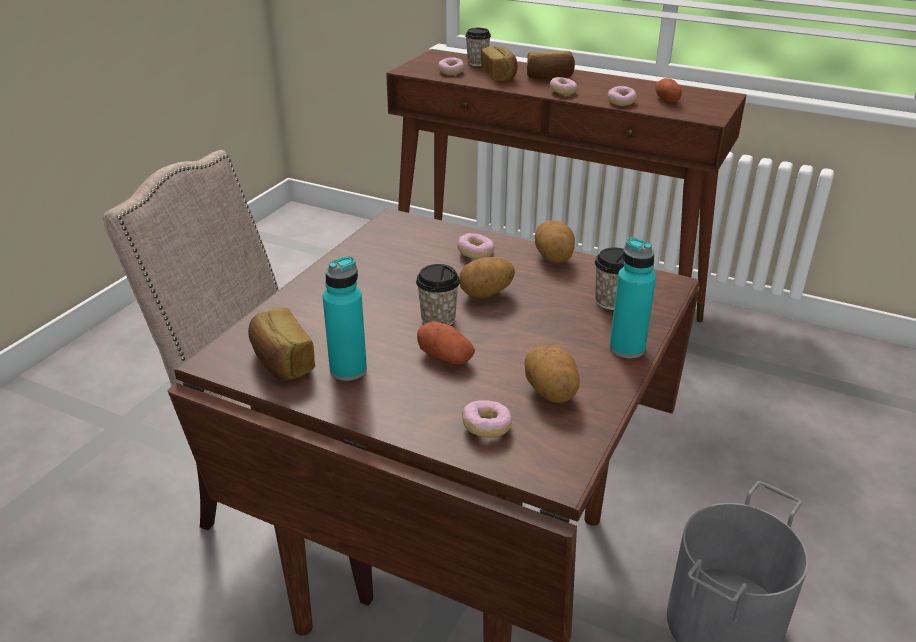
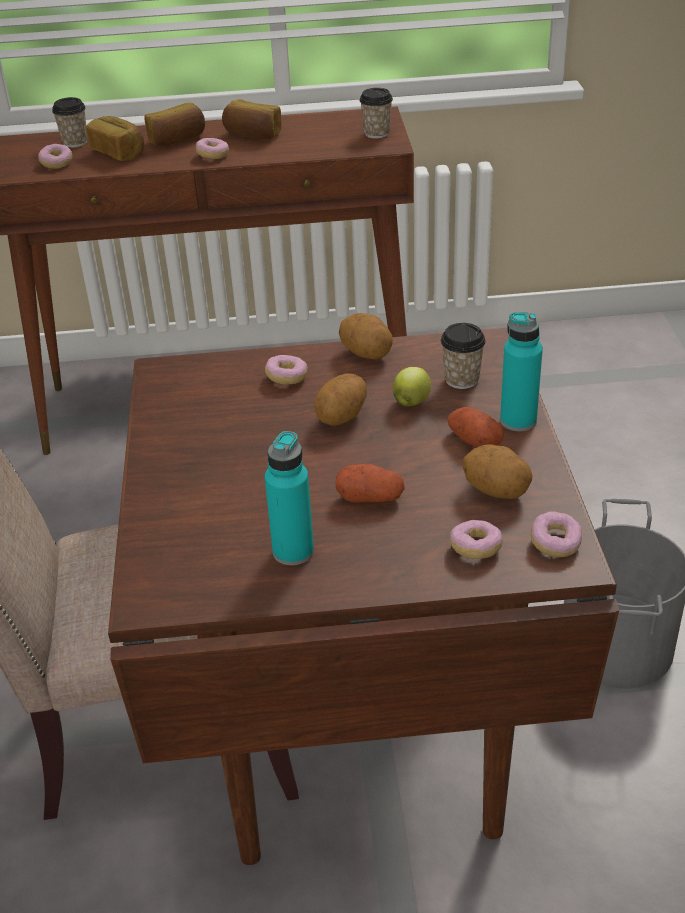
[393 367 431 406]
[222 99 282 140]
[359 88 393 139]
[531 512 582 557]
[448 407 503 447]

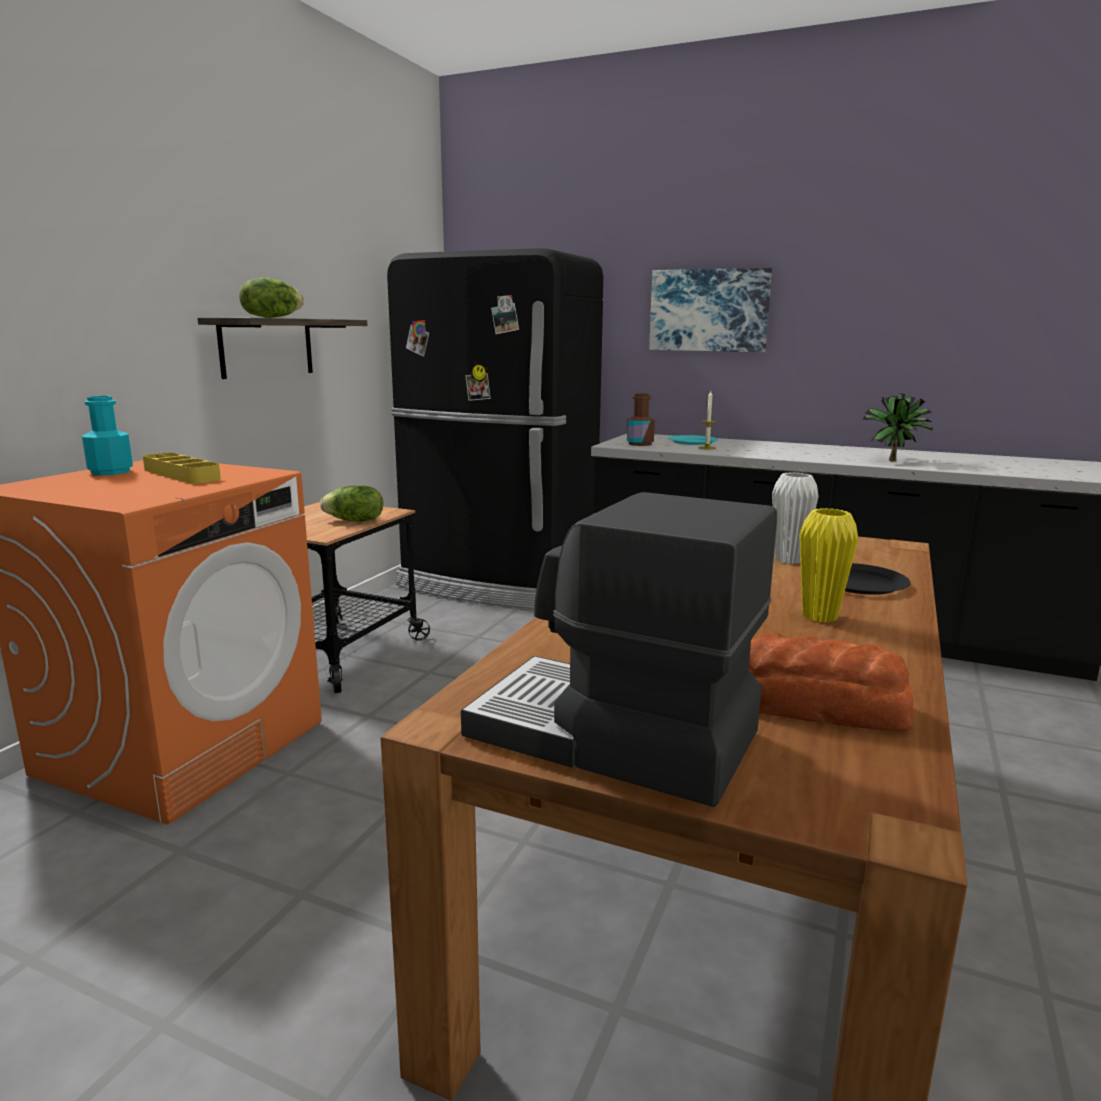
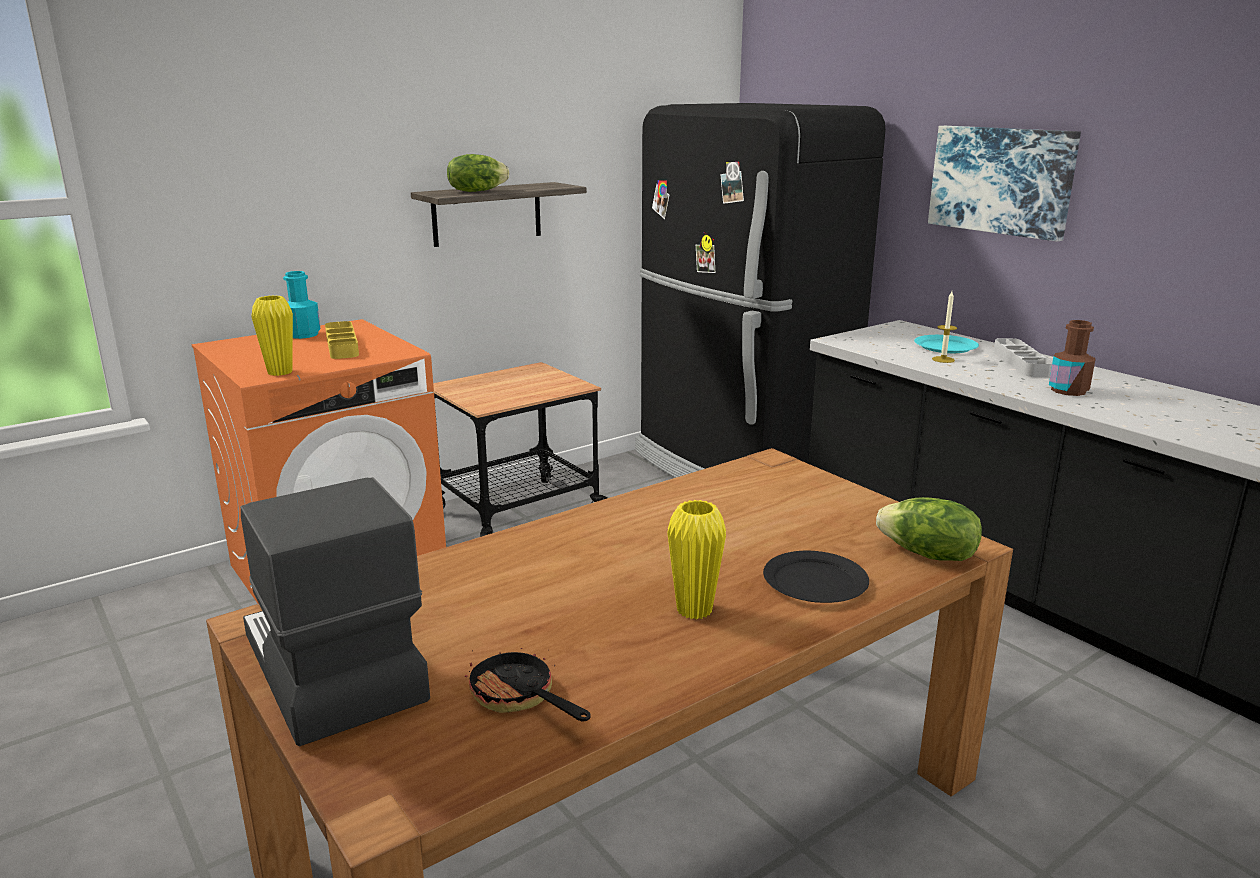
[772 472 819 564] (first image)
[863 393 933 462] (first image)
[251 295 293 376]
[994 338 1052 377]
[876 497 982 561]
[1049 320 1096 396]
[465 648 591 721]

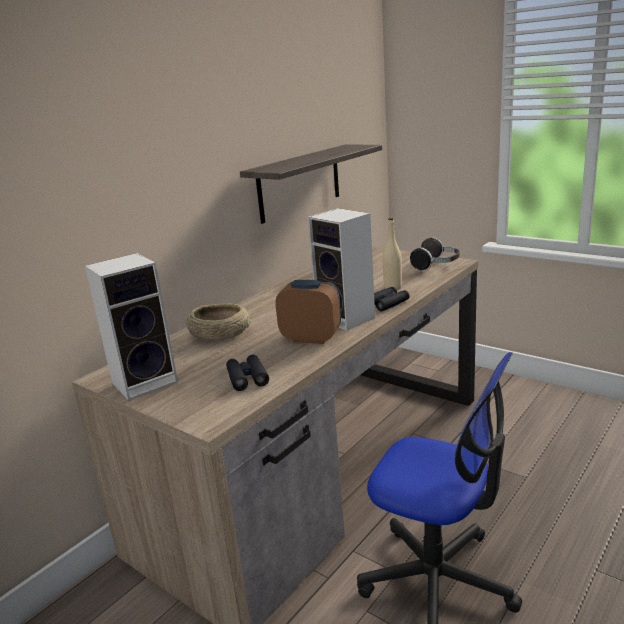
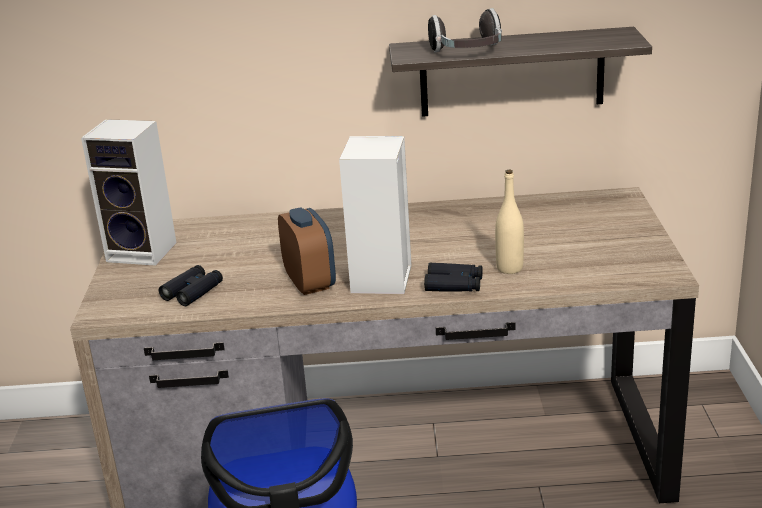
[186 304 252 340] (first image)
[428 8 502 52]

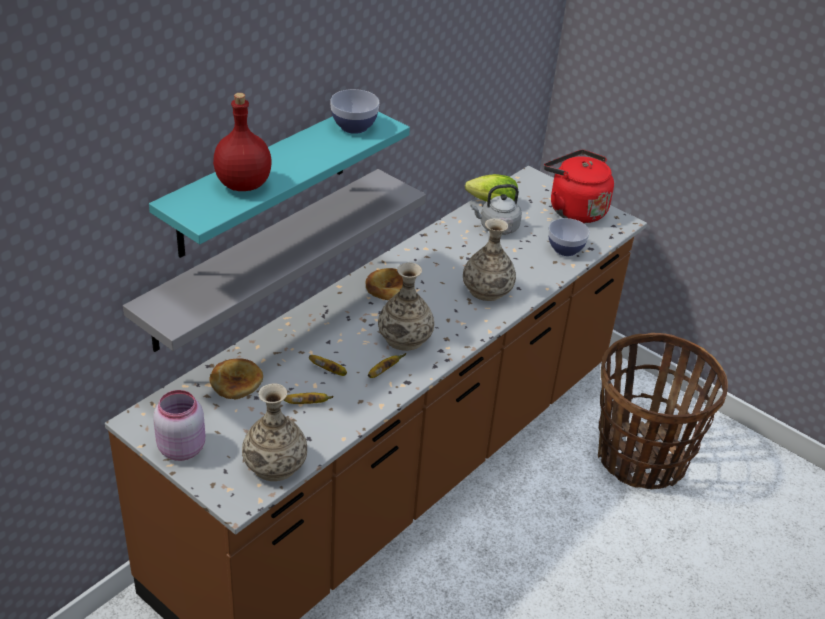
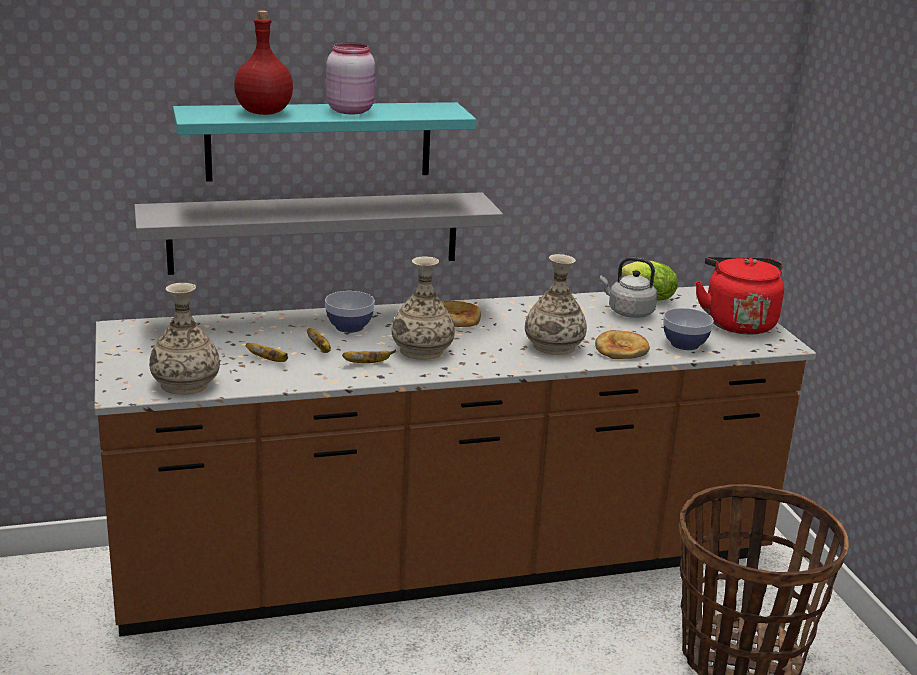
[326 42 375 114]
[595 330 650 359]
[325 291 375 333]

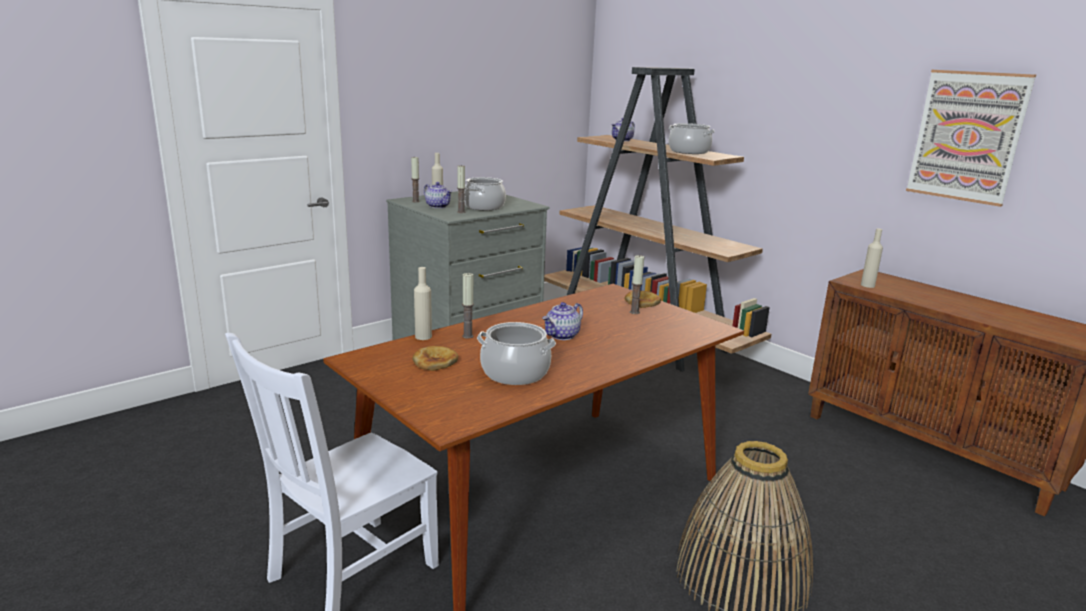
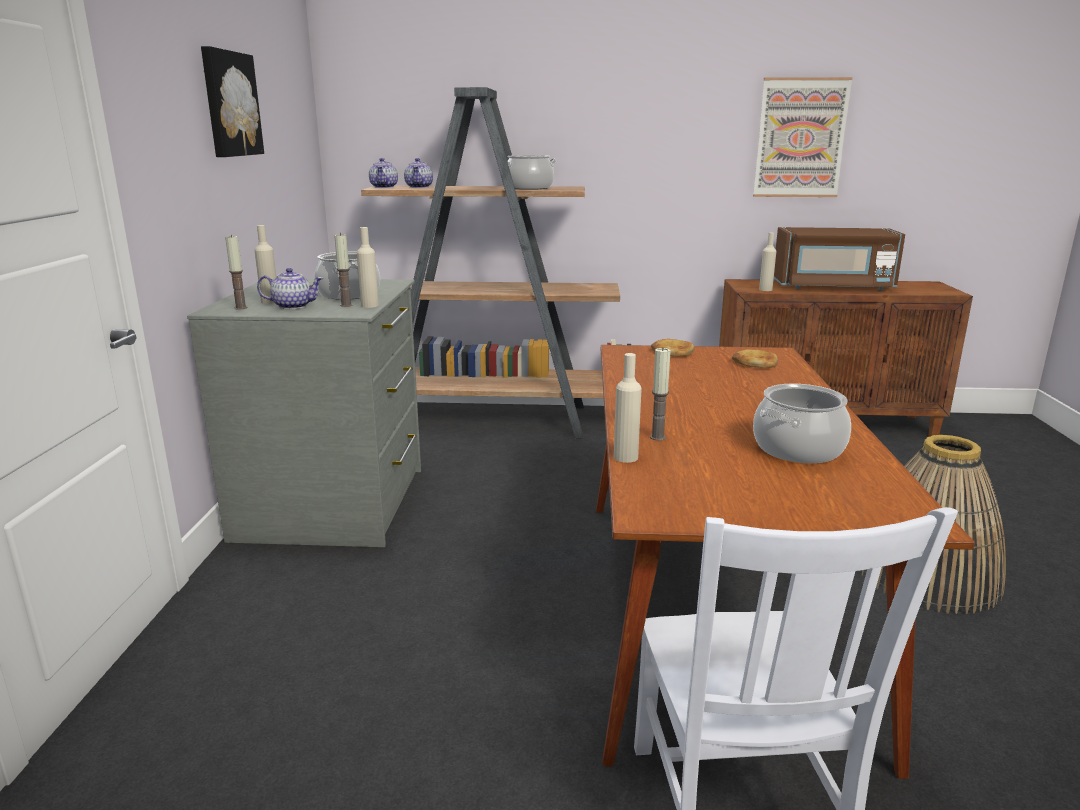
[630 255 644 314] (first image)
[201 46 264 157]
[357 227 379 308]
[774 227 905 290]
[732 349 778 368]
[369 158 398 188]

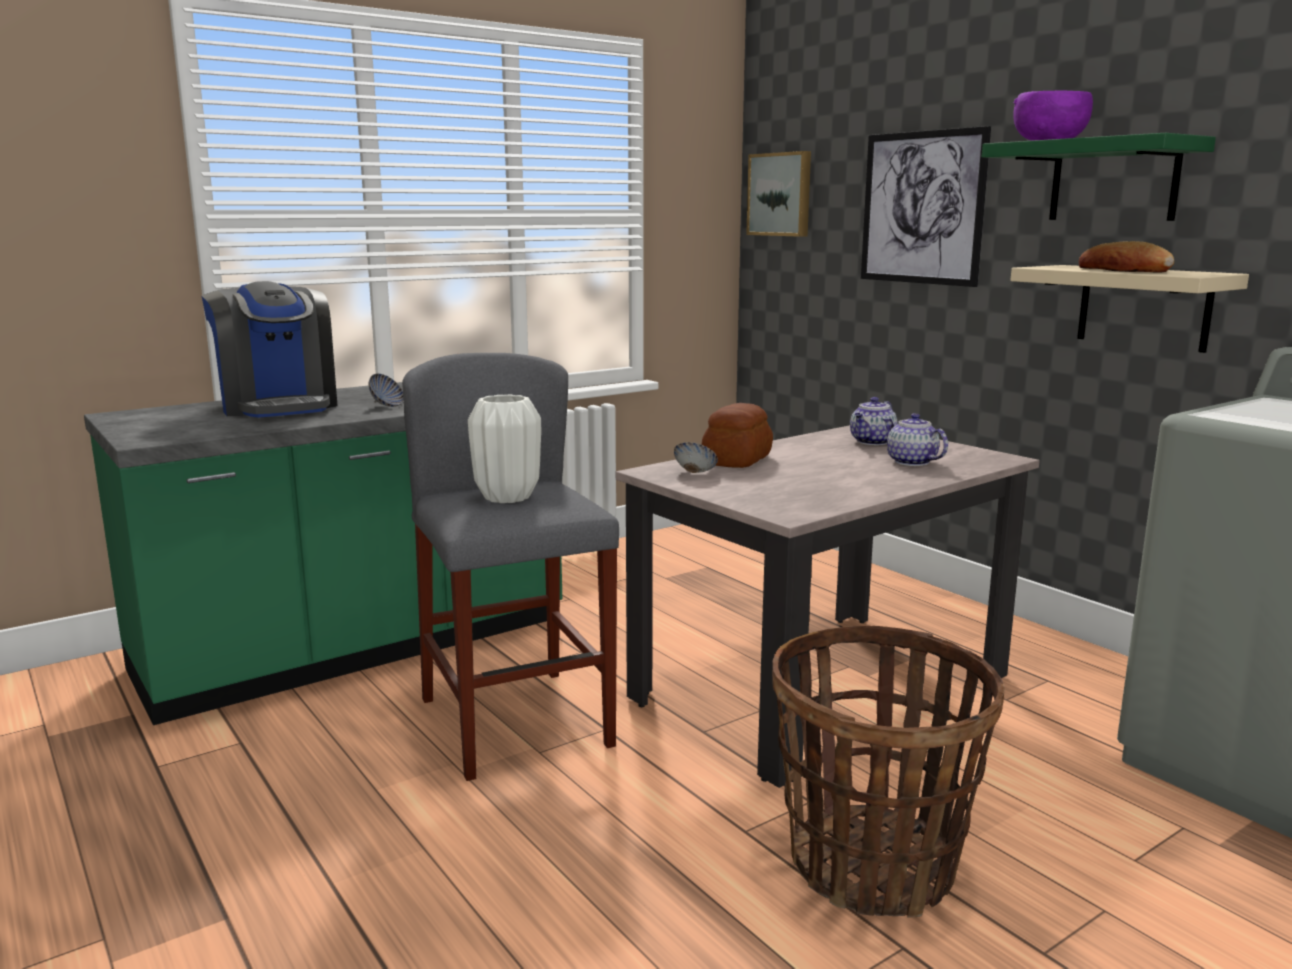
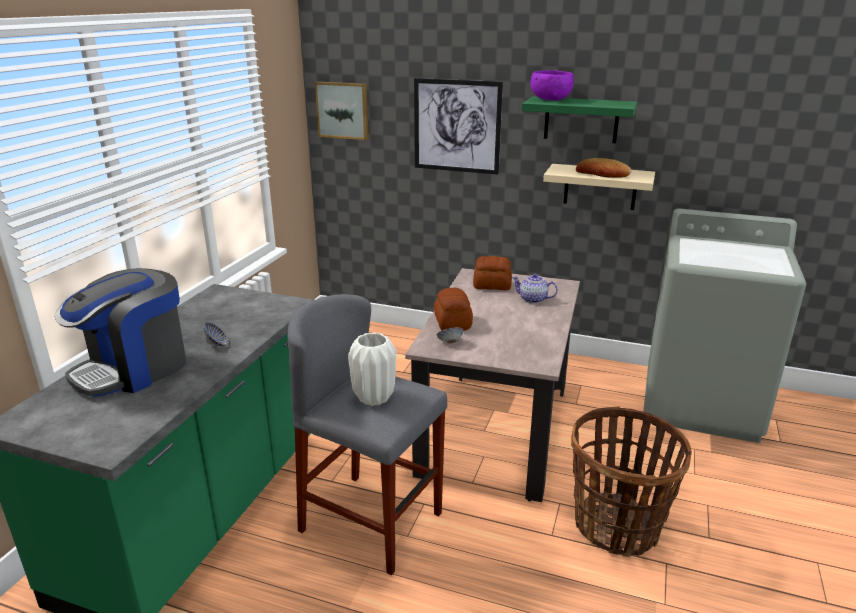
[473 256 512 290]
[55 268 186 397]

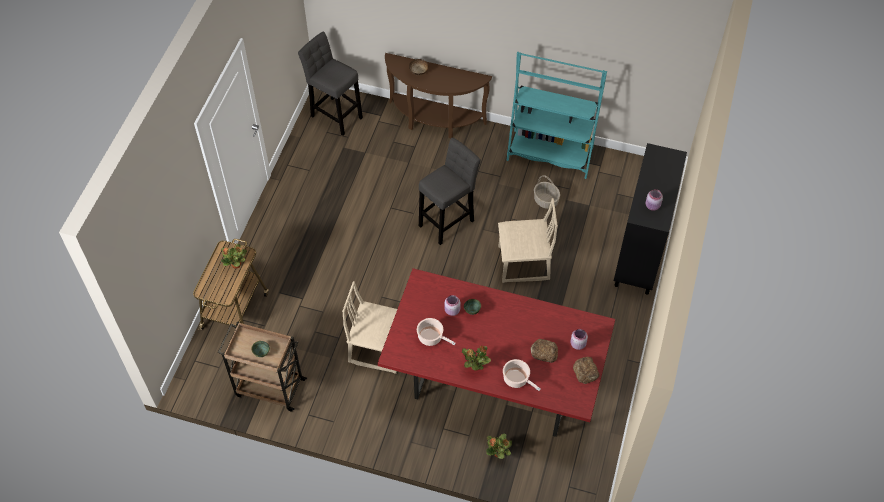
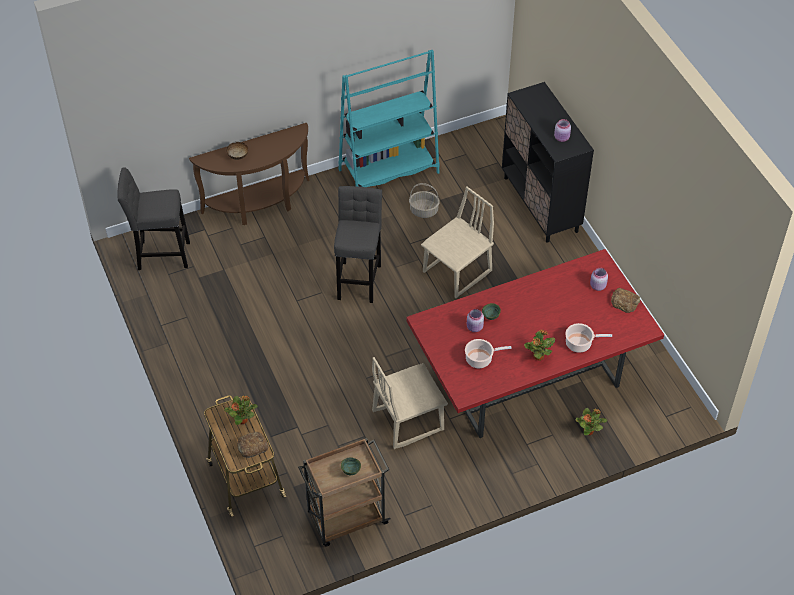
[237 432 269 458]

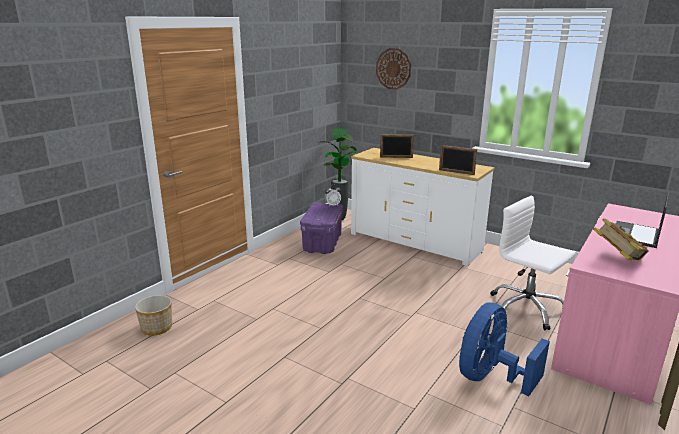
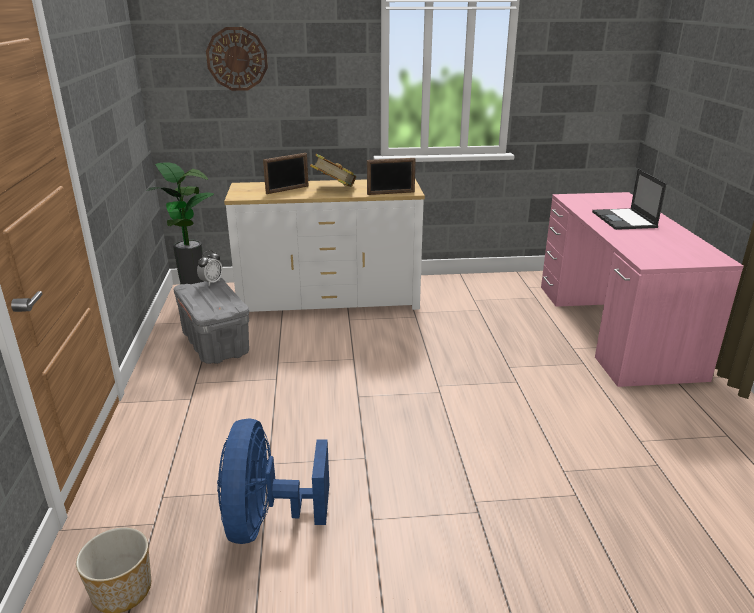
[490 196 576 330] (first image)
[217 419 329 544]
[310 153 356 187]
[174 278 249 364]

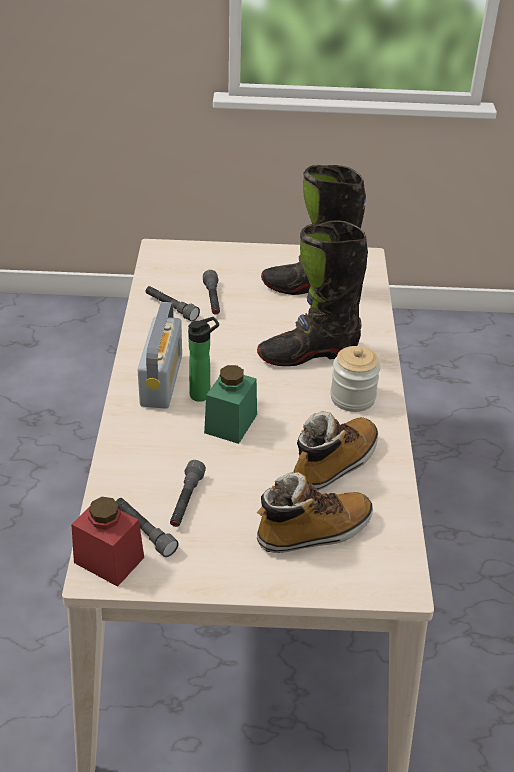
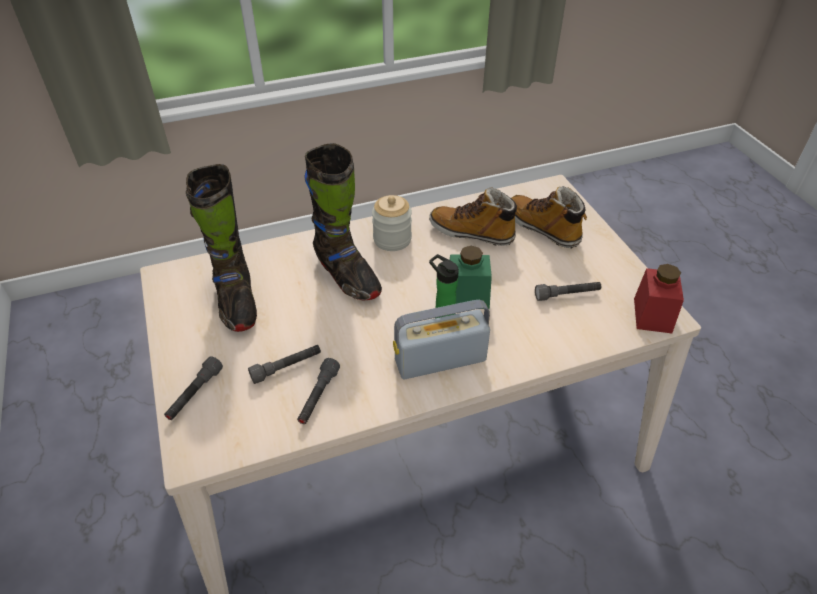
[164 356 223 420]

